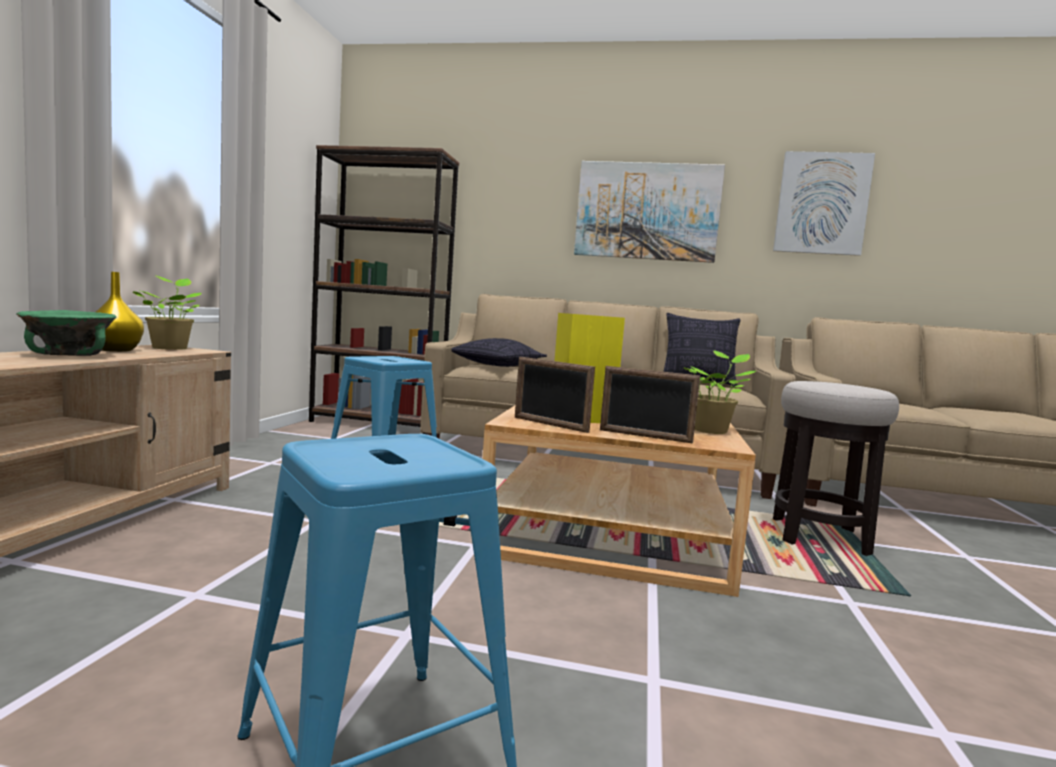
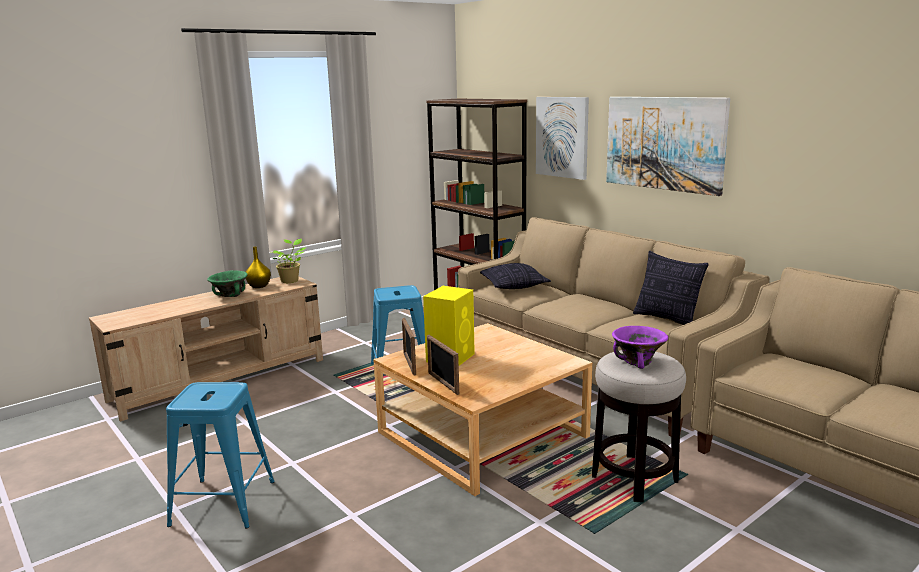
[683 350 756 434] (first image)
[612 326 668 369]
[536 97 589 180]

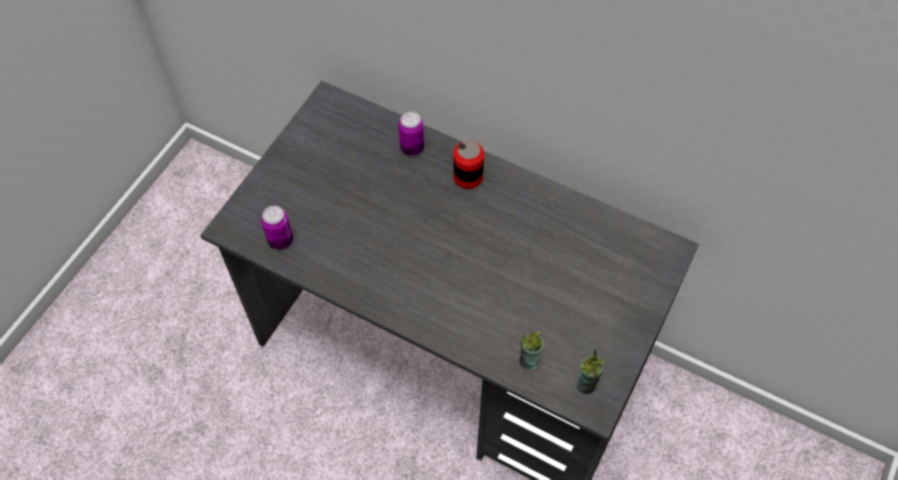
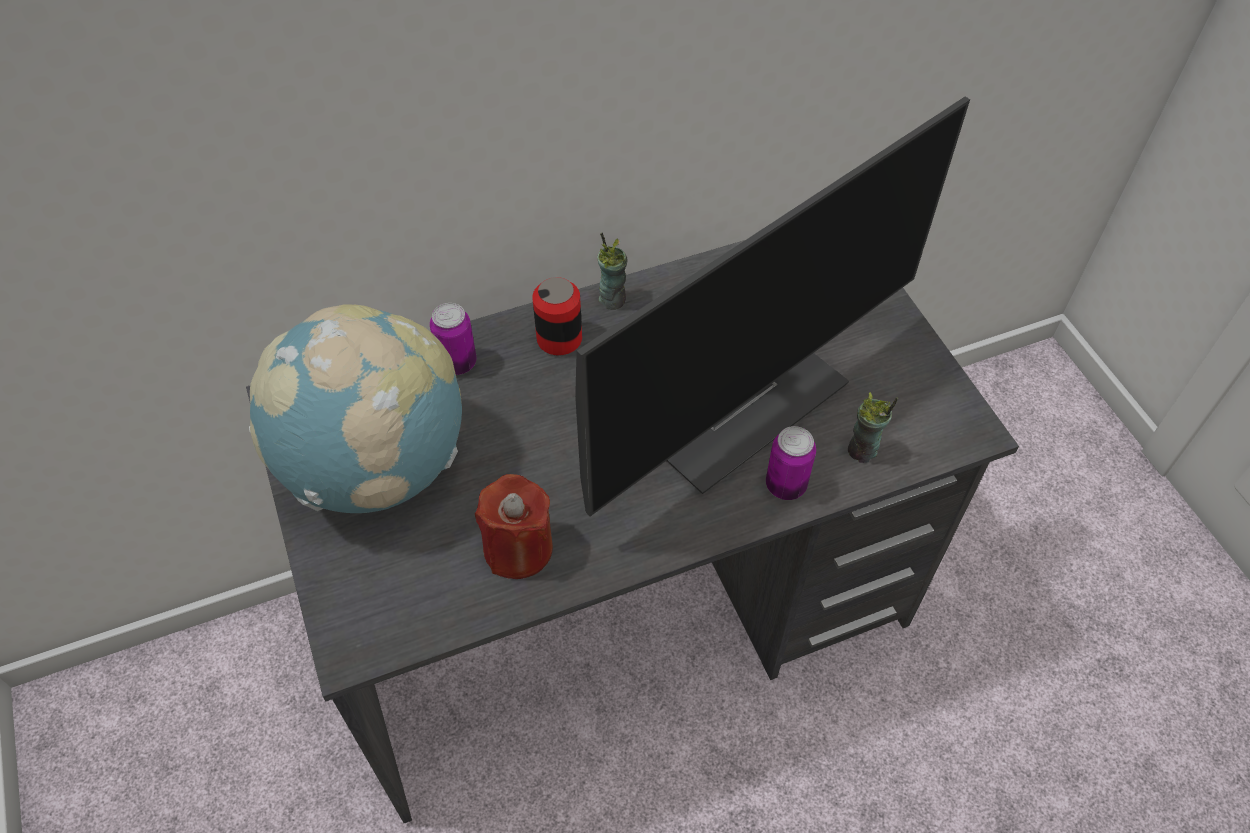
[249 304 462 513]
[475 474 553 579]
[575 97 970 517]
[766 426 816 500]
[597 232 627 310]

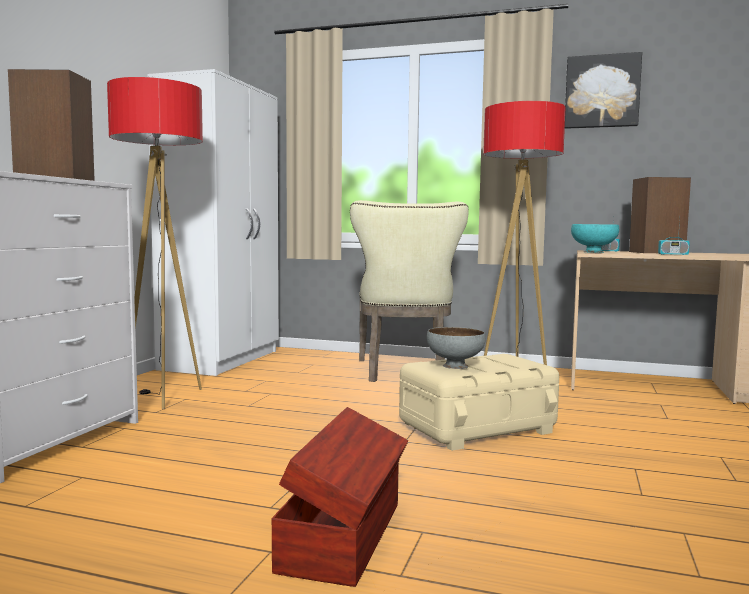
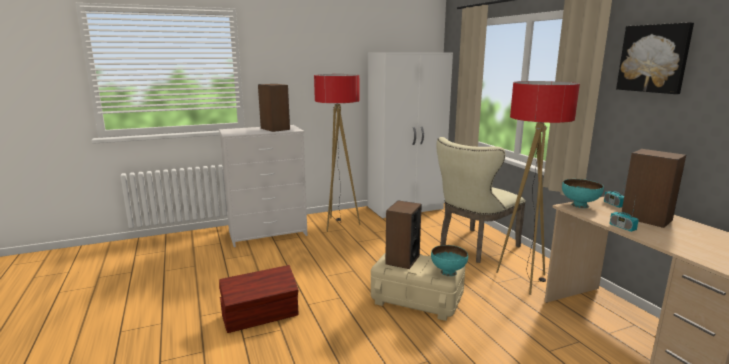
[431 245 468 276]
[385 200 422 269]

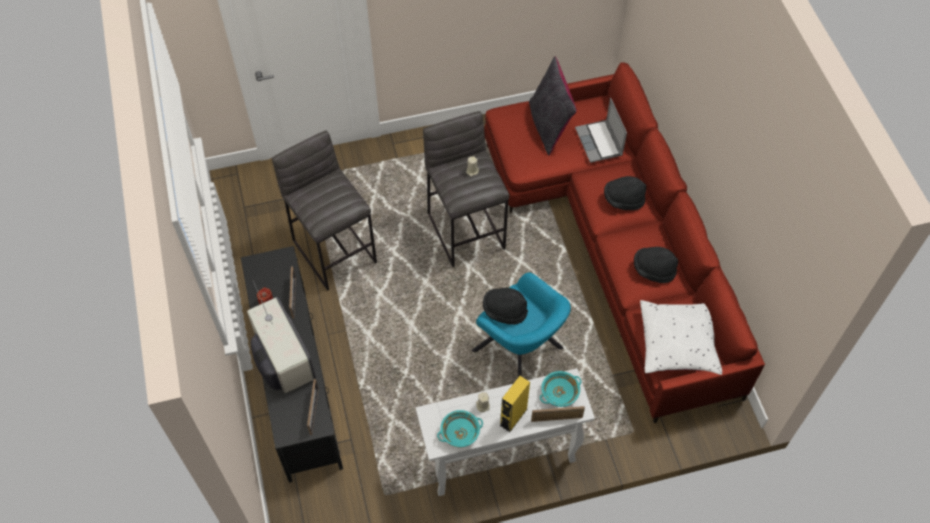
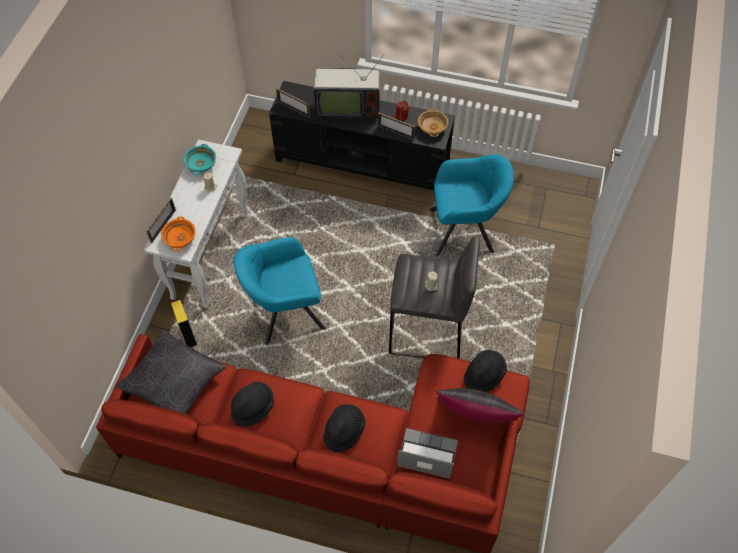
[418 109 448 137]
[464 350 507 392]
[171 300 197 347]
[429 154 514 256]
[161 216 196 251]
[115 329 226 414]

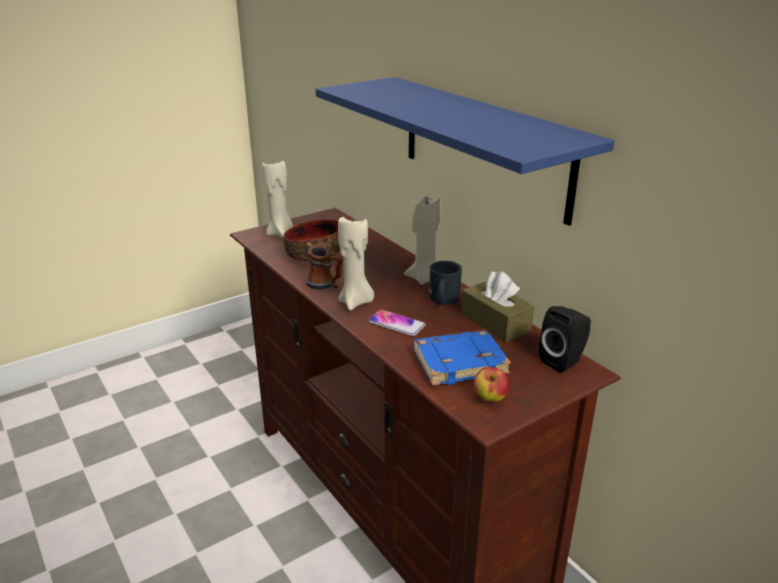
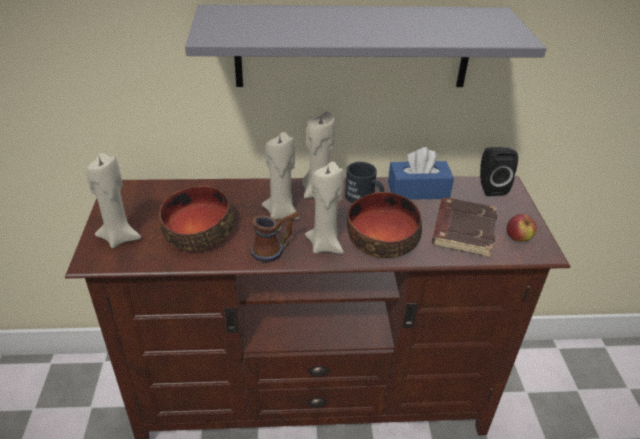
[262 132 300 220]
[347 192 422 258]
[185 4 546 87]
[432 198 497 258]
[388 147 454 200]

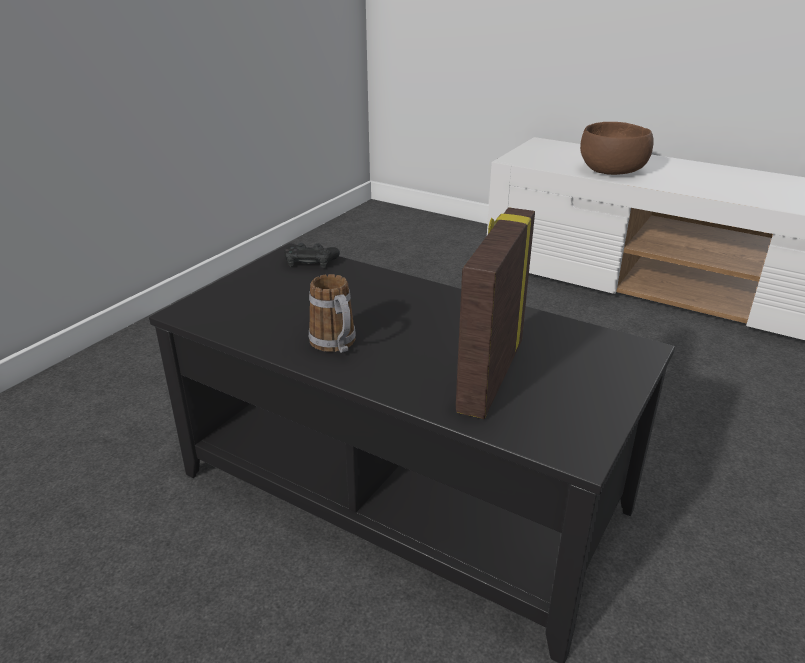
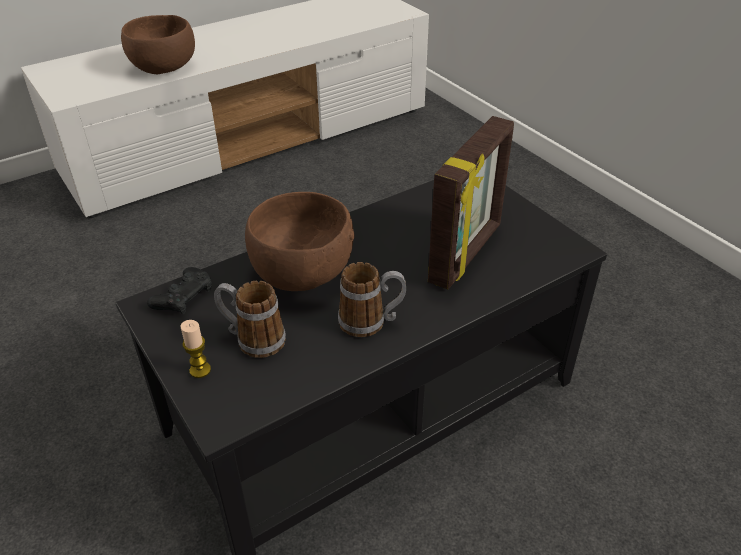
[181 320 211 378]
[214 281 286 358]
[245 192 355 291]
[428 116 514 289]

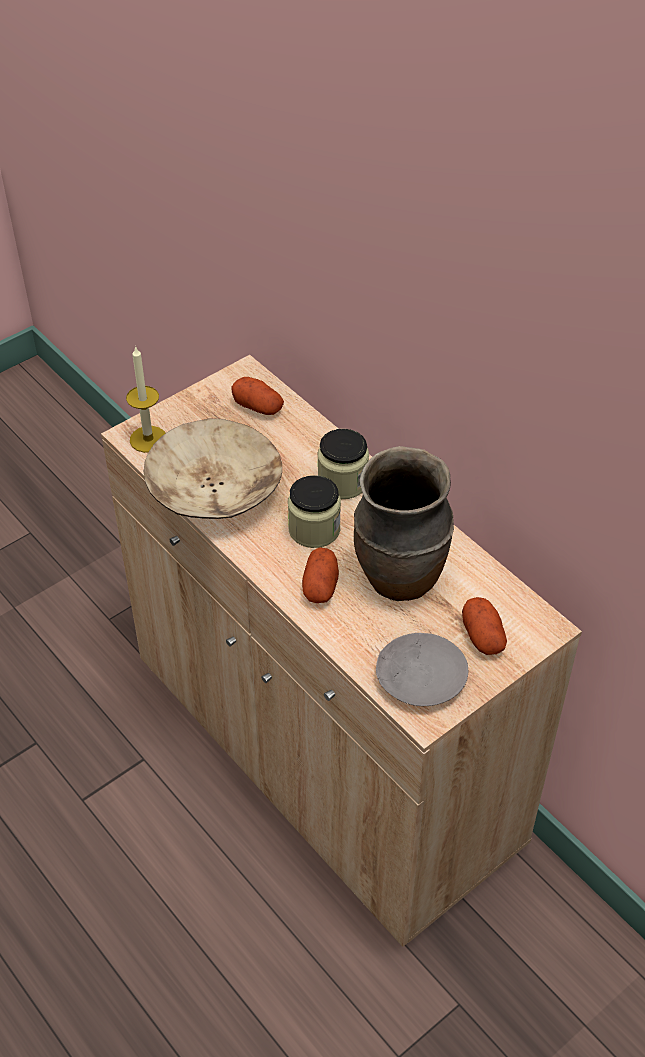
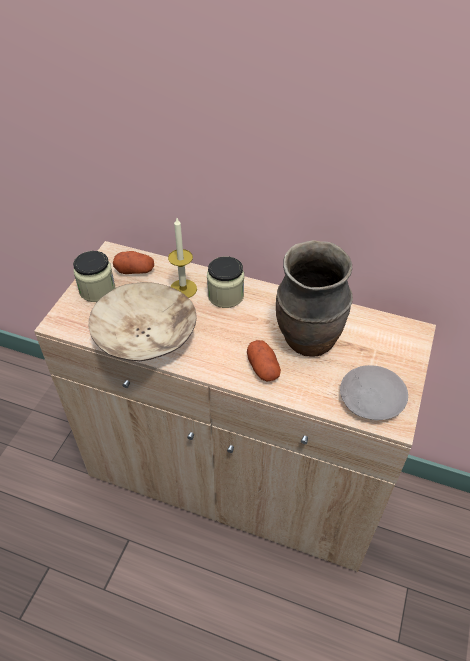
[462 597 507 655] (first image)
[168 218 197 298]
[73 251 115 302]

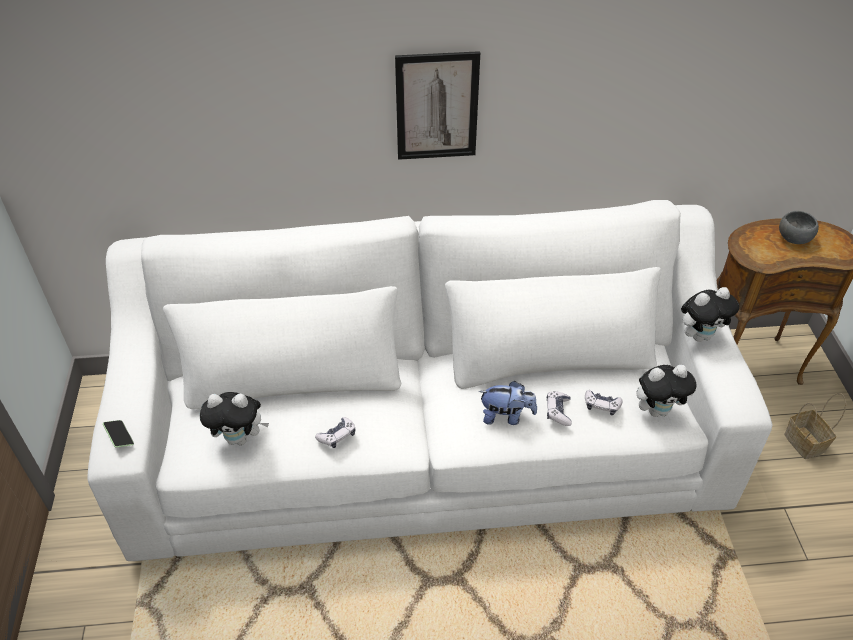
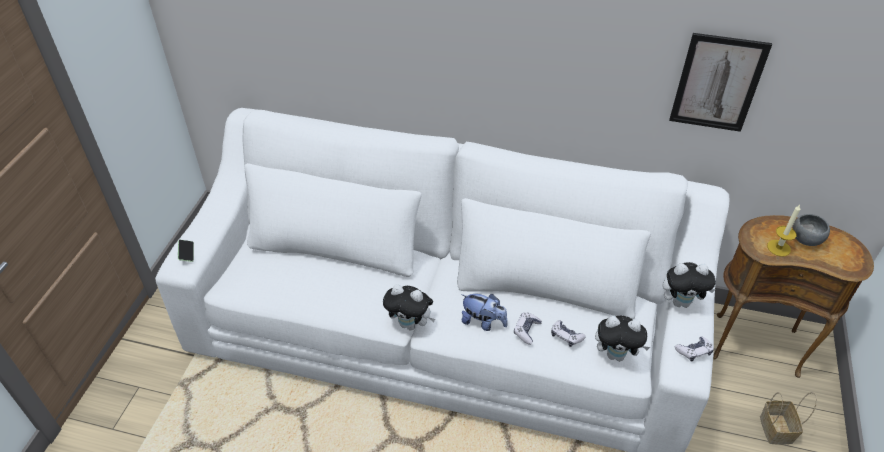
[767 205 800 257]
[383 284 435 330]
[675 336 714 362]
[669 33 772 132]

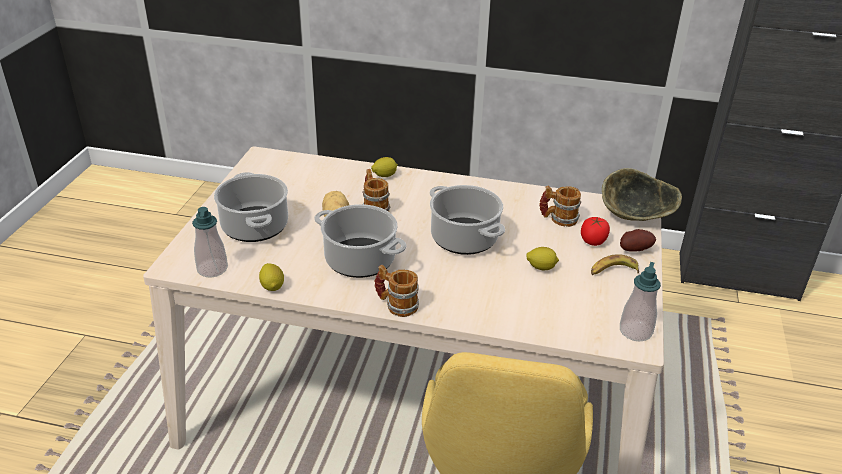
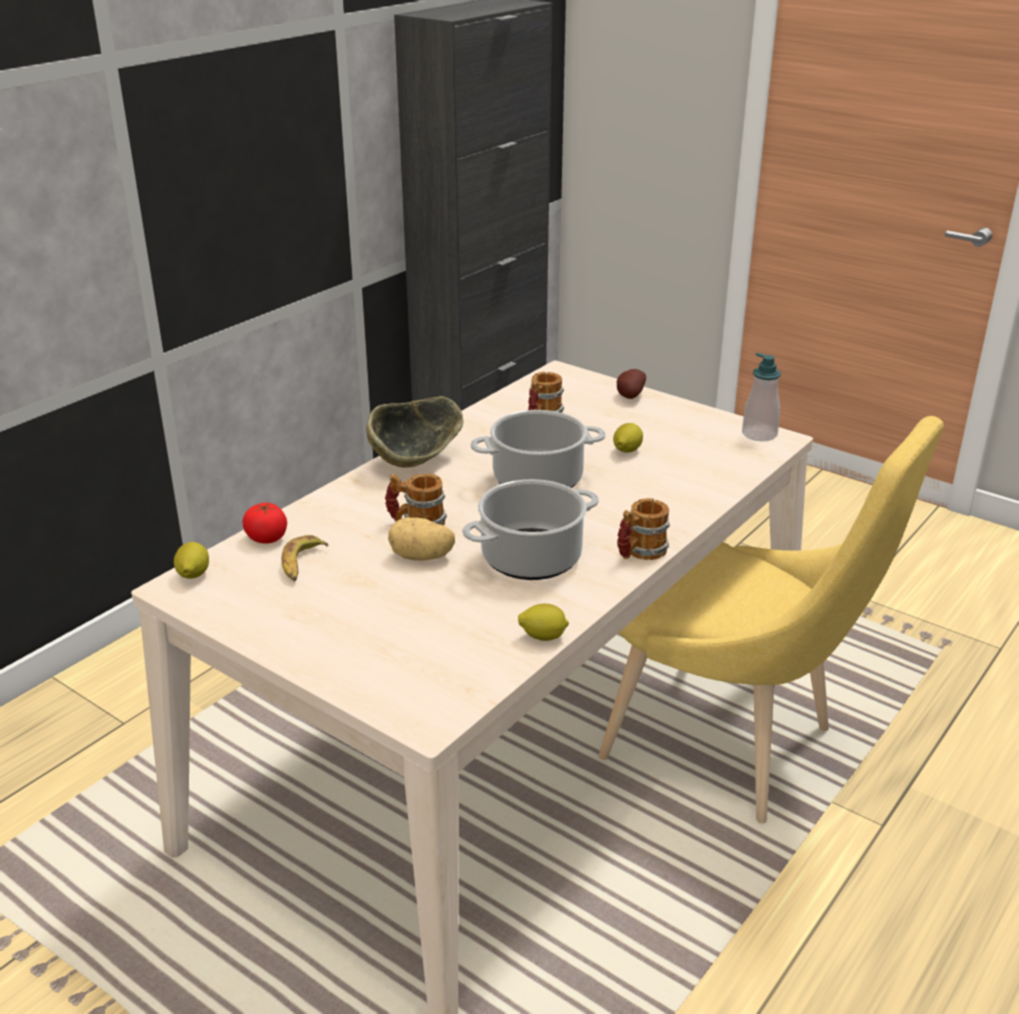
[192 207 228 277] (first image)
[214 172 288 242] (first image)
[174 542 209 579]
[243 503 287 544]
[282 535 328 581]
[367 396 463 468]

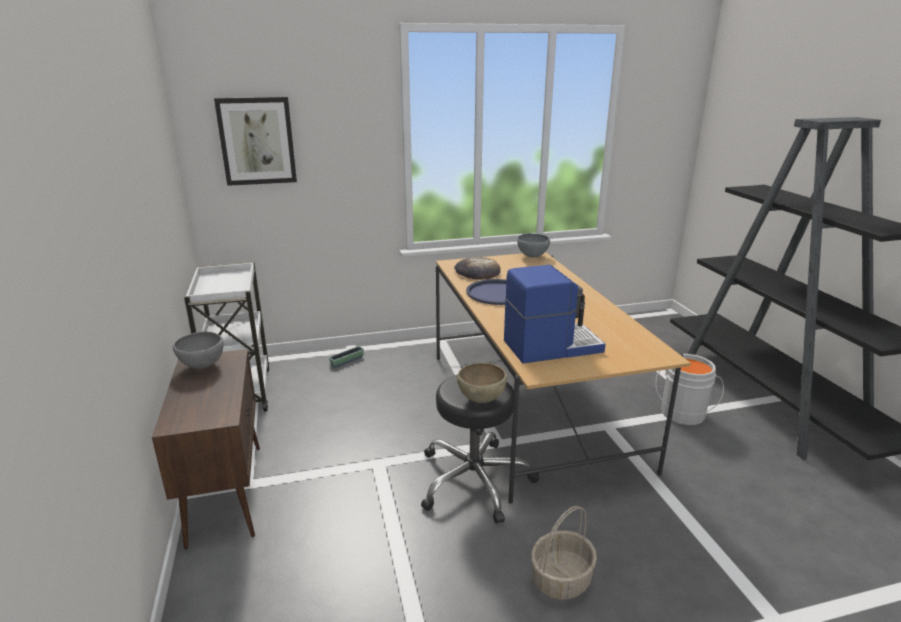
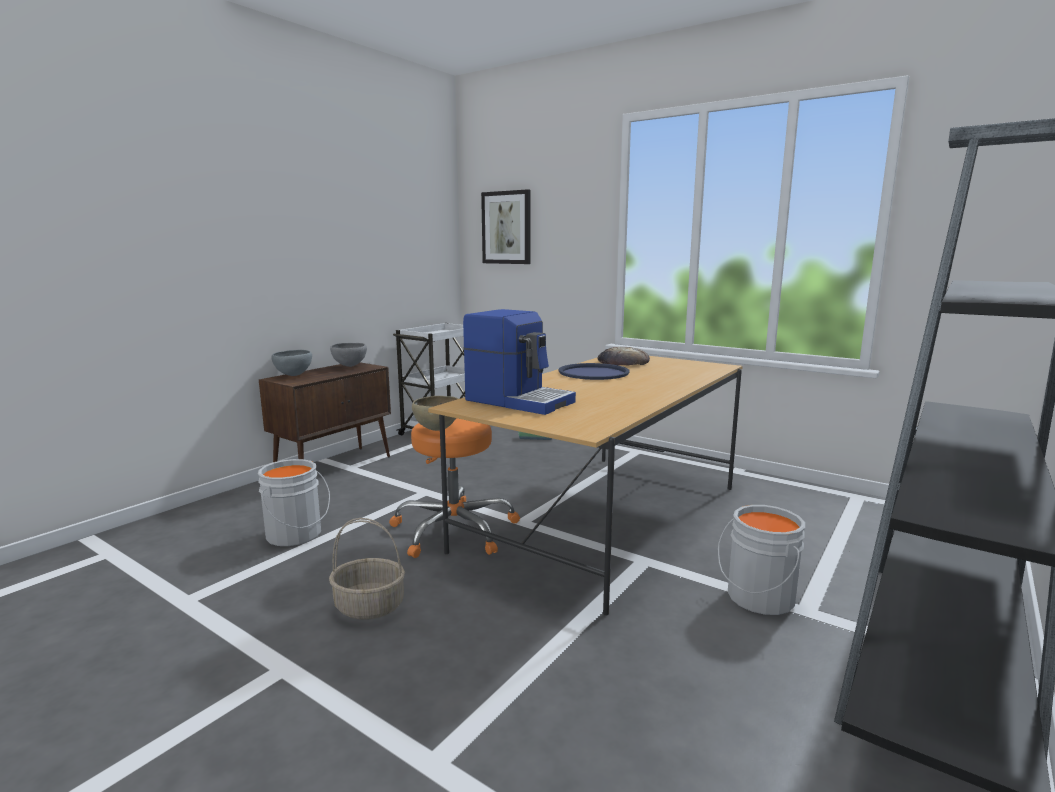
[258 459 330 546]
[271 350 312 376]
[389 418 520 558]

